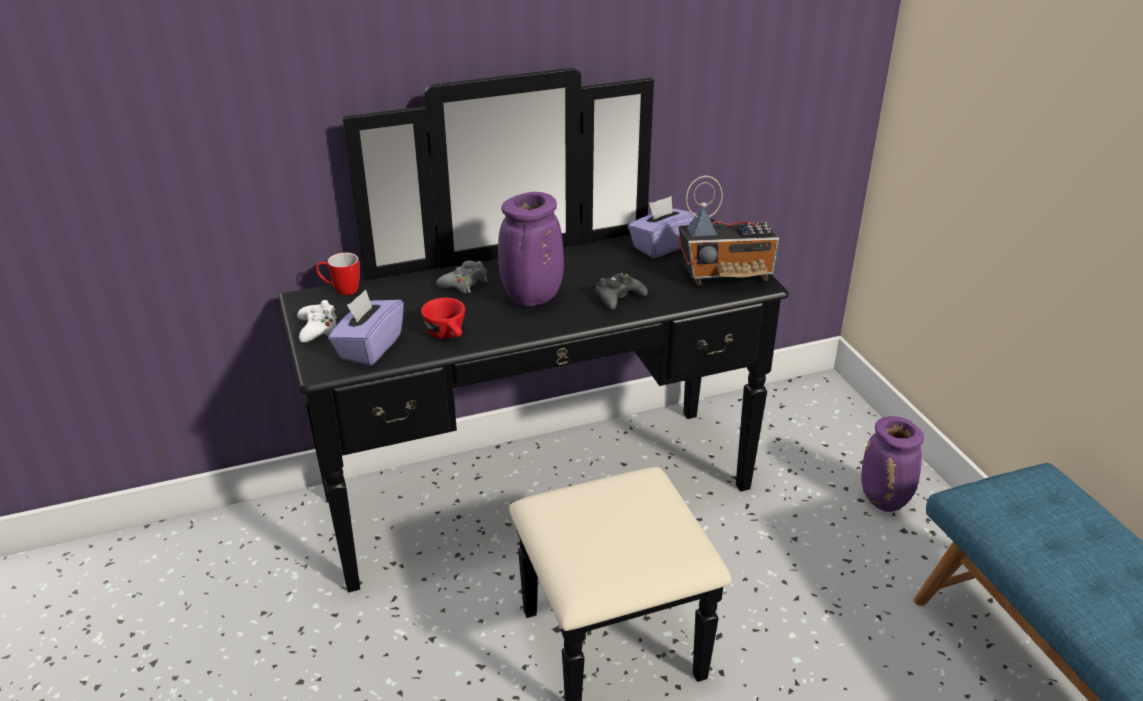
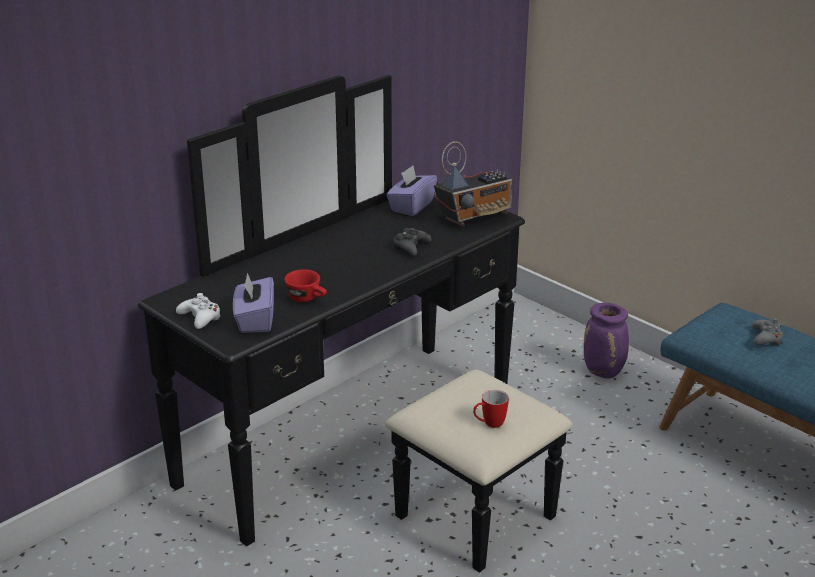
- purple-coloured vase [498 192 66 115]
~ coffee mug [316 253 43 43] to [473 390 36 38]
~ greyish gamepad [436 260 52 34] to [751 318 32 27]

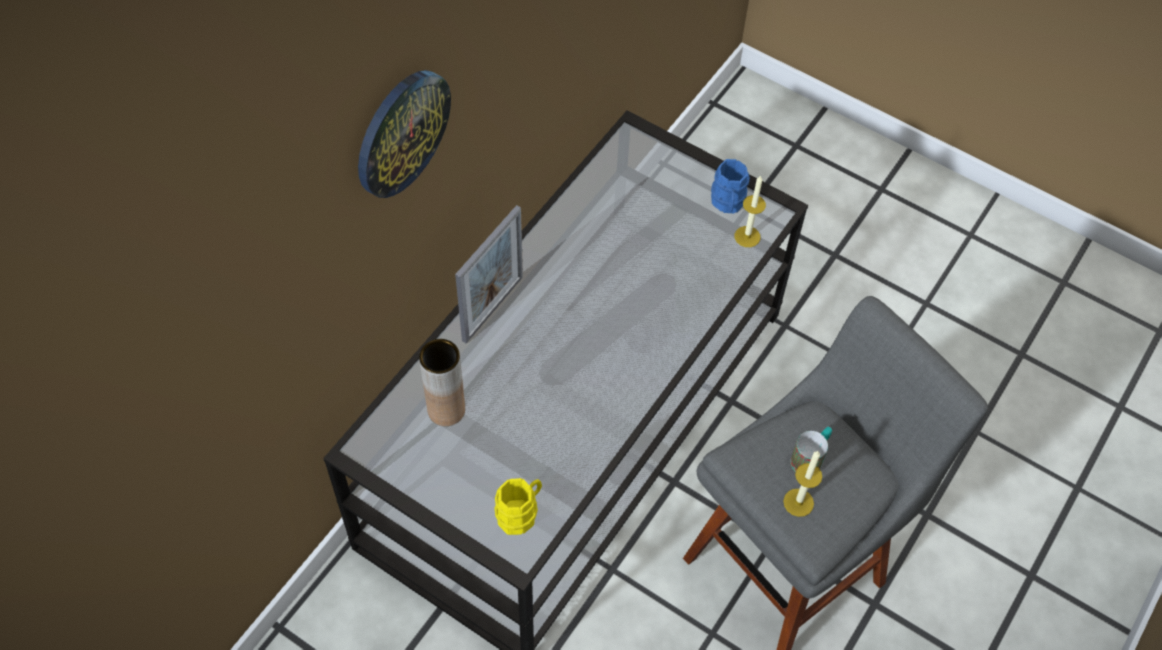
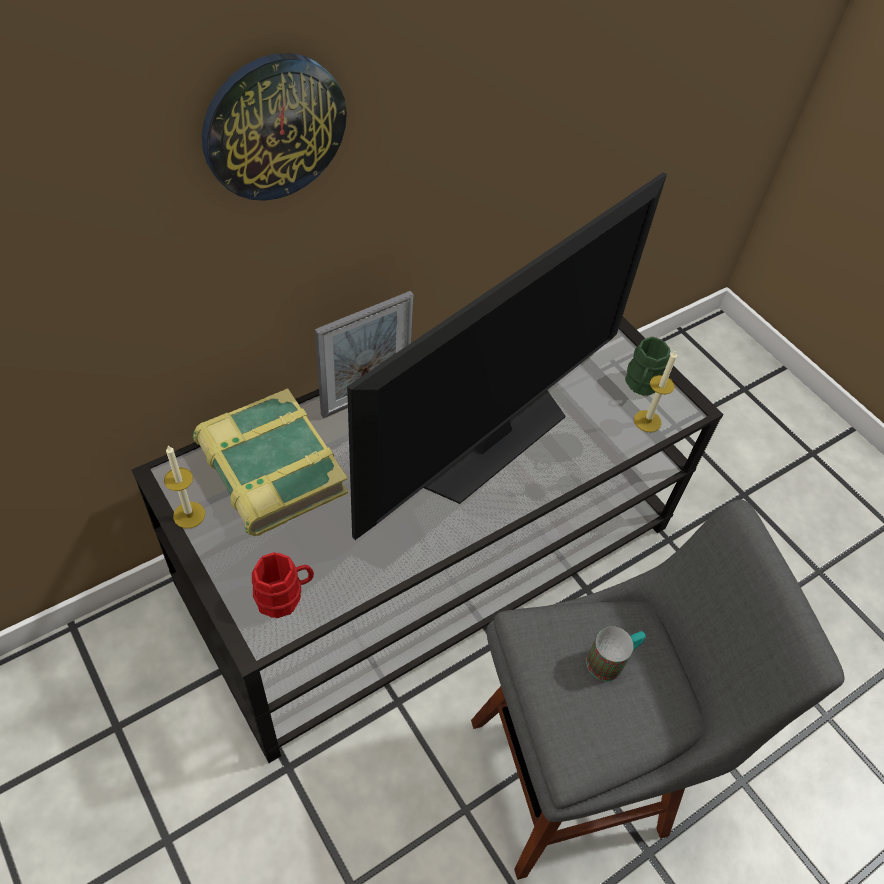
~ blue-coloured coffee mug [711 159 39 54] to green coffee mug [625 337 45 59]
~ brown vase [419 339 46 87] to bound book [193 389 155 147]
~ wax candle [783 451 39 66] to [164 445 41 83]
~ yellow coffee mug [494 478 48 57] to reddish coffee mug [252 552 62 66]
+ television [347 172 320 368]

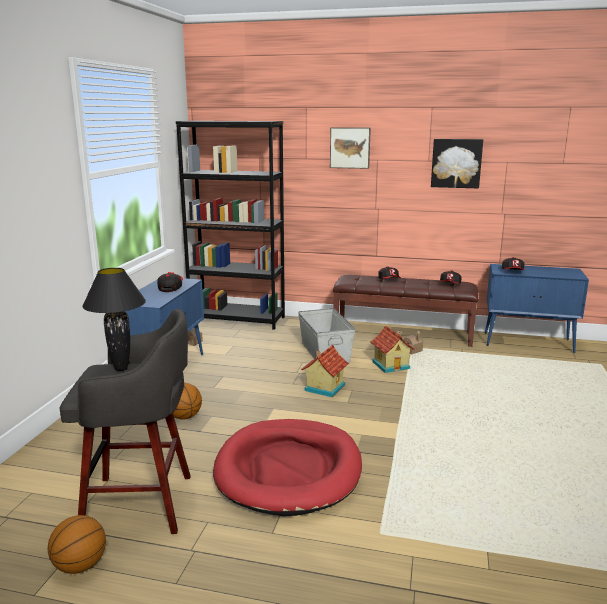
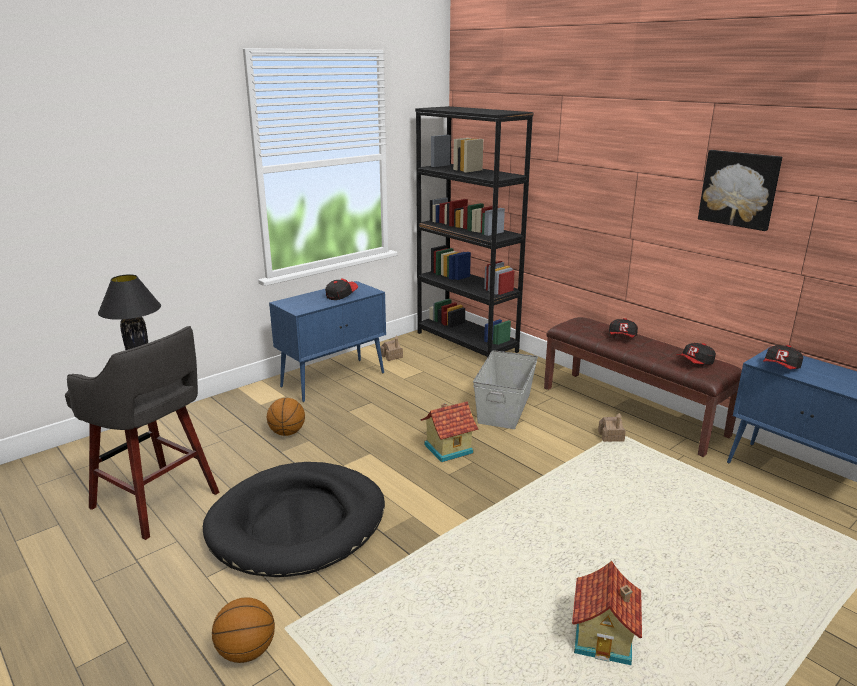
- wall art [330 127 41 42]
~ toy house [370 325 45 48] to [572 561 70 104]
~ reddish pet bed [213 419 149 97] to black-coloured pet bed [203 462 182 115]
~ basketball ball [48 515 58 59] to [212 597 63 66]

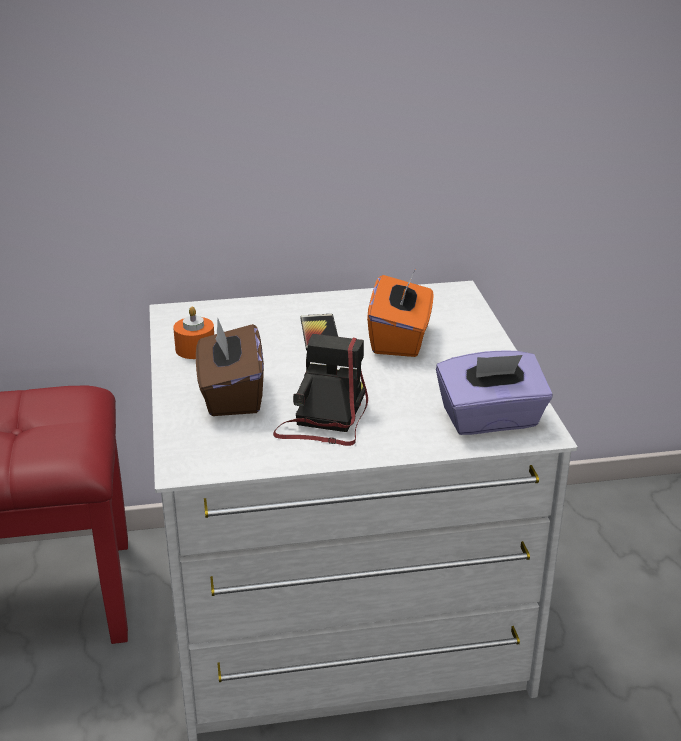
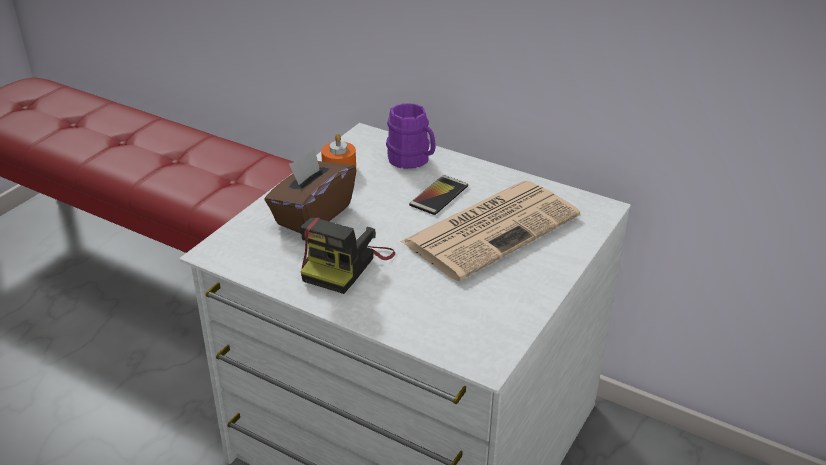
~ orange-coloured tissue box [367 272 67 85] to newspaper [400 181 180 100]
~ photo camera [273 334 95 112] = [301 217 94 77] 150 degrees clockwise
- purple-coloured tissue box [436 351 117 84]
+ purple-coloured coffee mug [386 103 50 66]

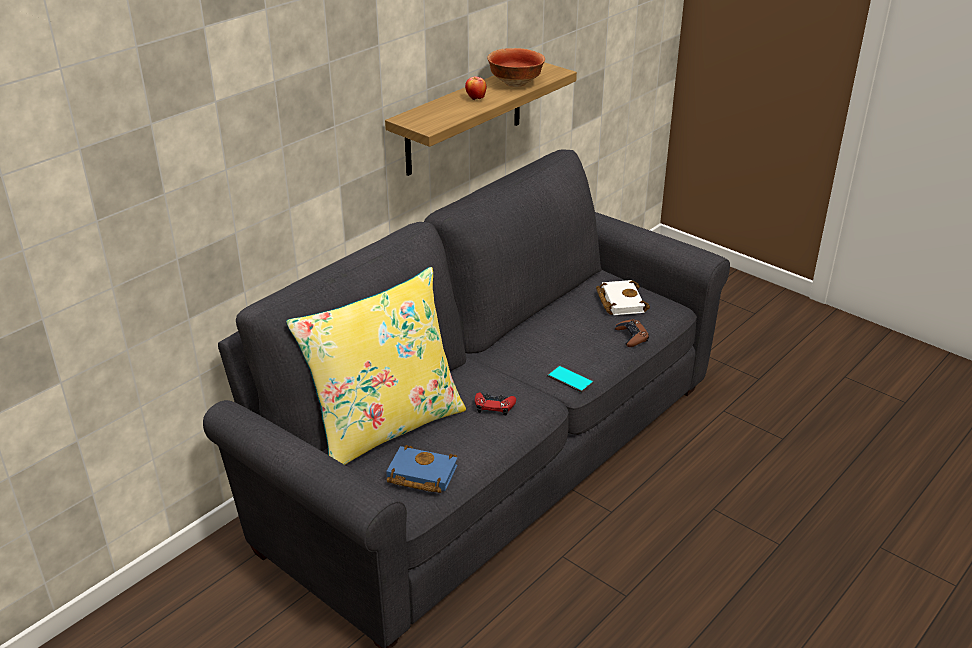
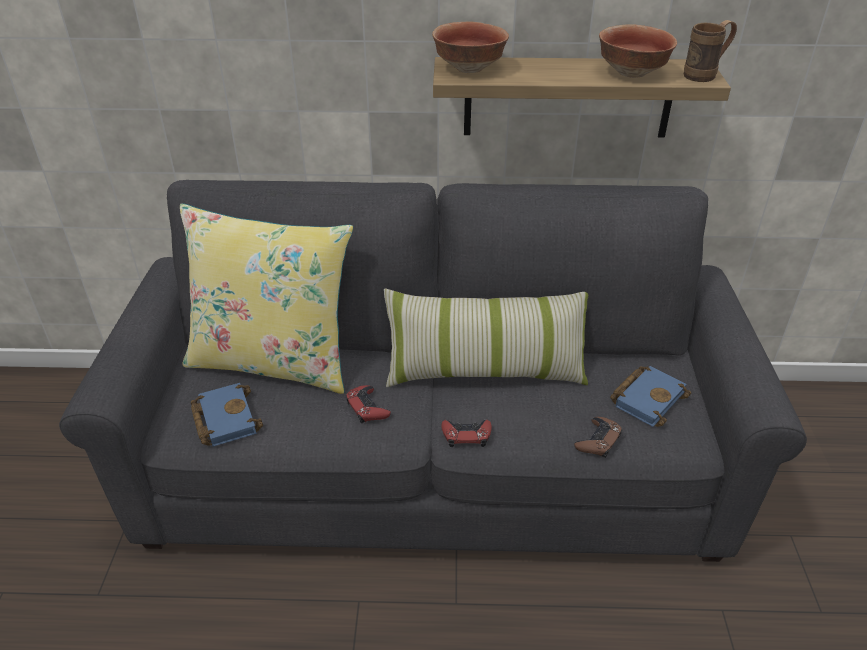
- apple [465 77 21 23]
~ white-coloured bound book [596 280 54 35] to blue-coloured bound book [610 366 81 61]
~ handset [547 365 47 28] to reddish gamepad [441 420 51 27]
+ brown coffee mug [684 20 53 62]
+ bowl [432 21 77 52]
+ pillow [384 289 204 98]

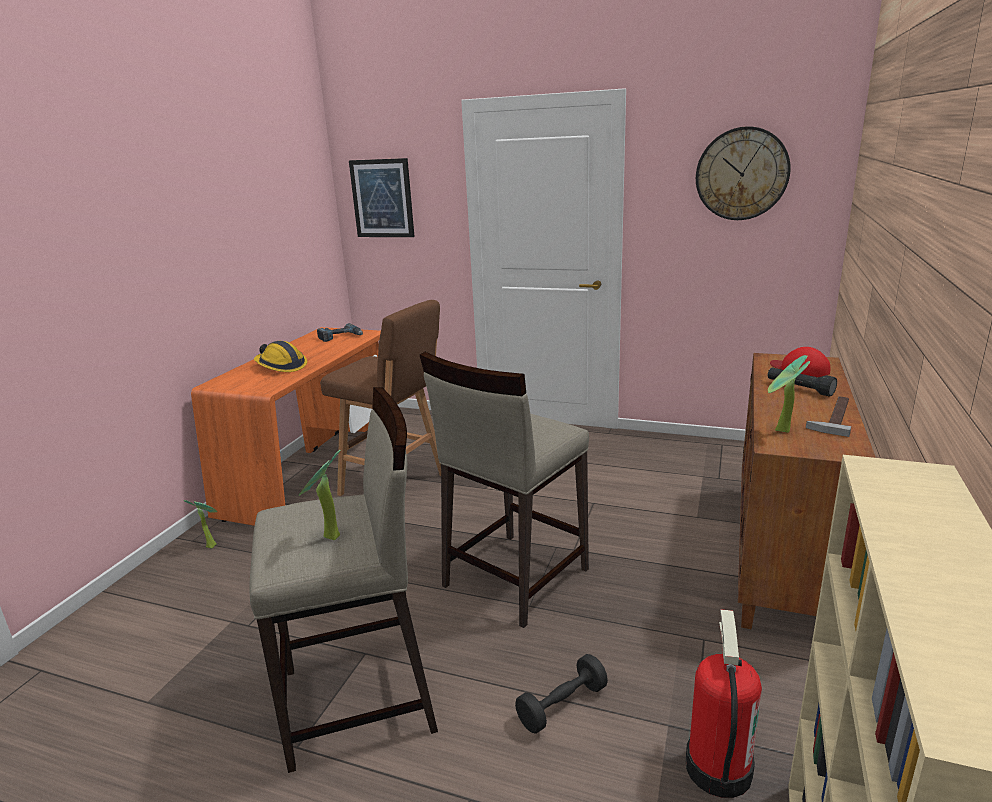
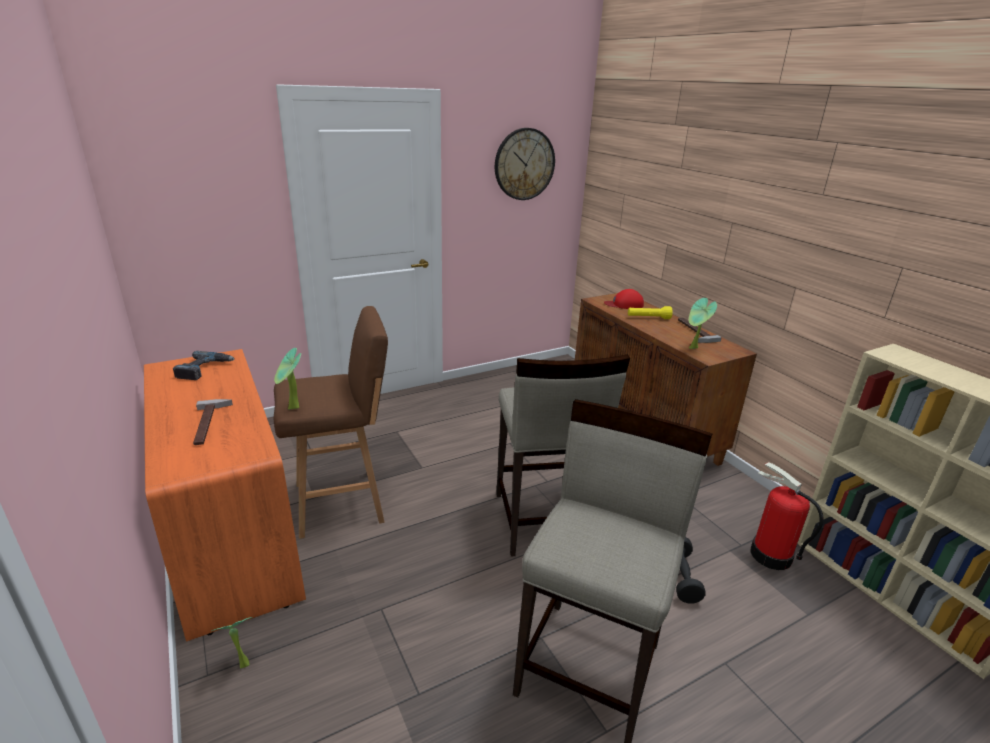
- wall art [349 158 66 79]
~ work helmet [254 341 53 31] to hammer [193 399 40 46]
~ black-coloured torch [768 367 69 30] to yellow torch [628 306 45 13]
~ houseplant [299 450 42 90] to [274 348 27 62]

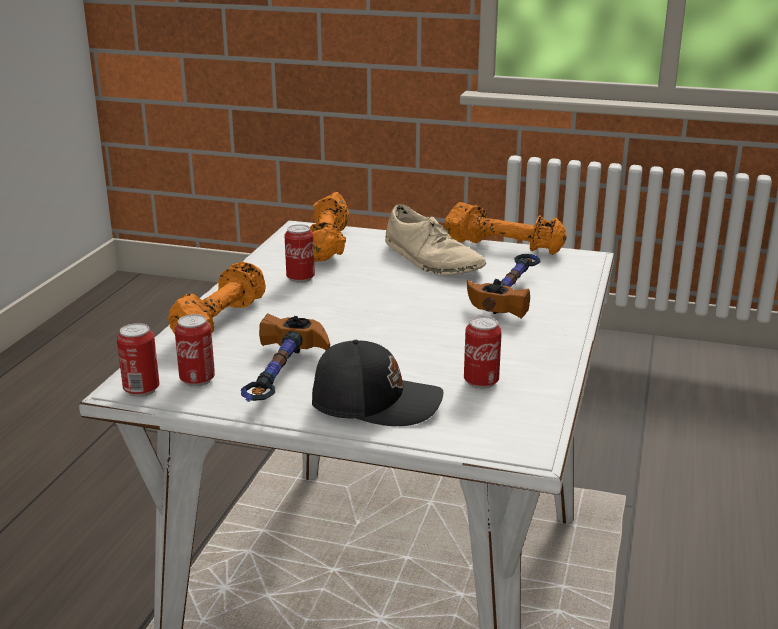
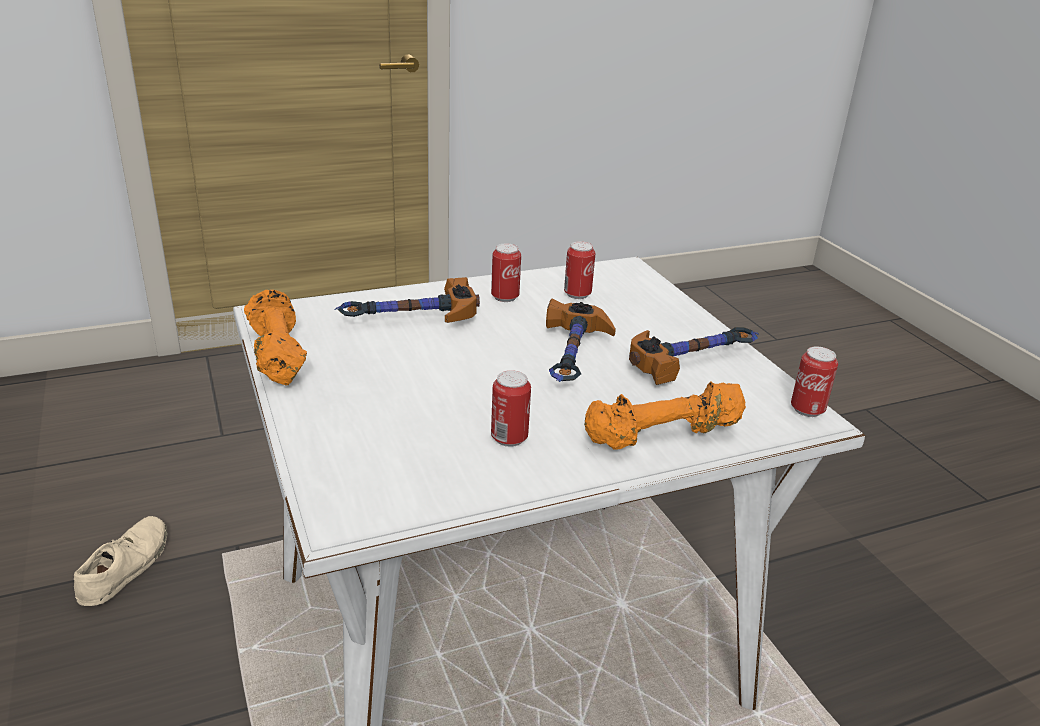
- orange-coloured hand weight [310 192 39 70]
~ beige-coloured item of footwear [385 204 101 71] to [74 516 93 90]
~ sealed can [175 314 40 73] to [491 243 30 59]
- black-coloured baseball cap [312 340 131 86]
+ hammer [546 299 70 83]

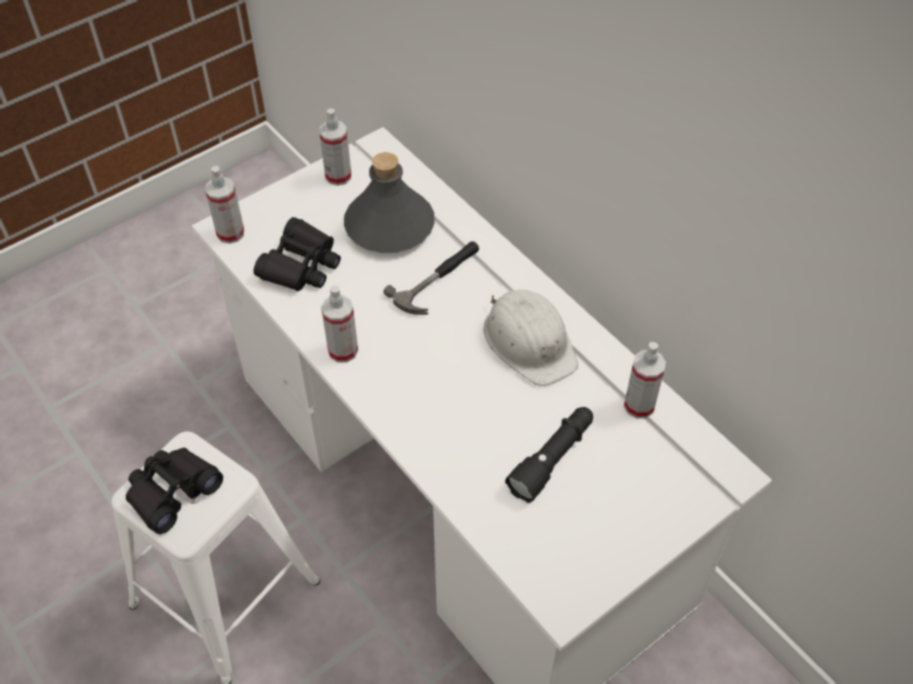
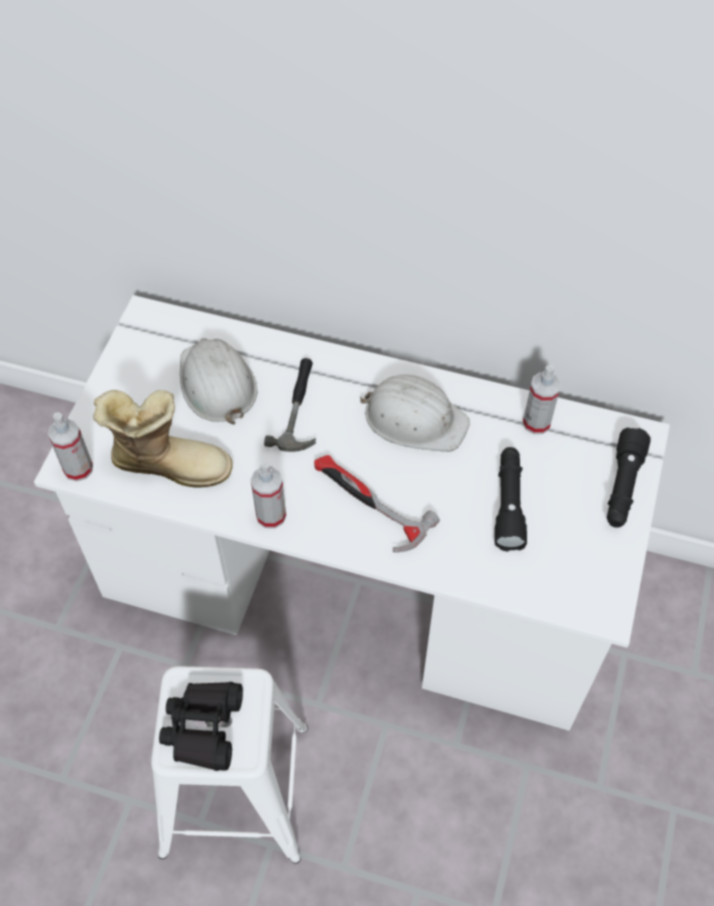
- hand sprayer [319 109 33 77]
~ greyish bottle [344 152 91 101] to white-coloured work helmet [180 338 77 86]
~ black-coloured binoculars [254 217 87 74] to high-top boot [93 390 140 97]
+ black-coloured torch [607 427 44 101]
+ hammer [314 455 126 97]

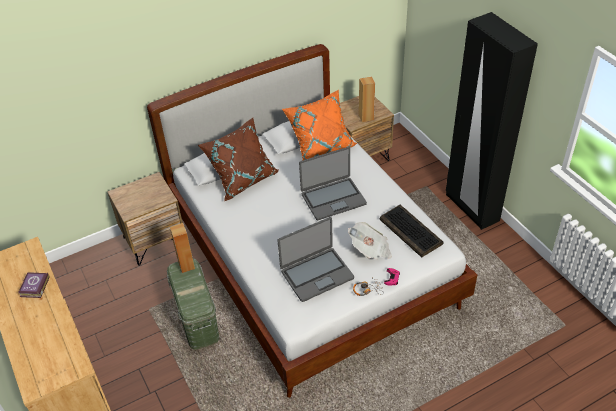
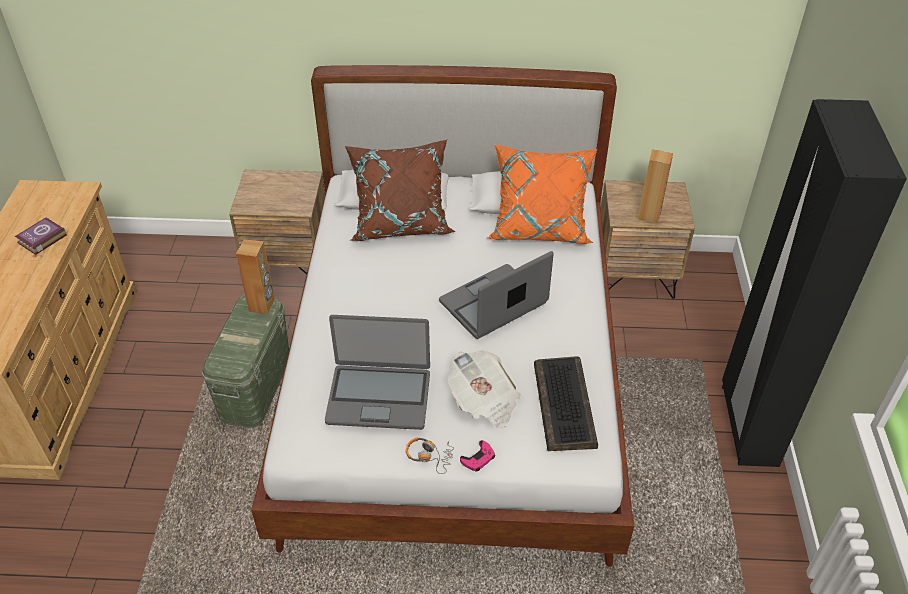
~ notebook computer [299 147 68 73] = [439 251 115 88] 135 degrees clockwise

